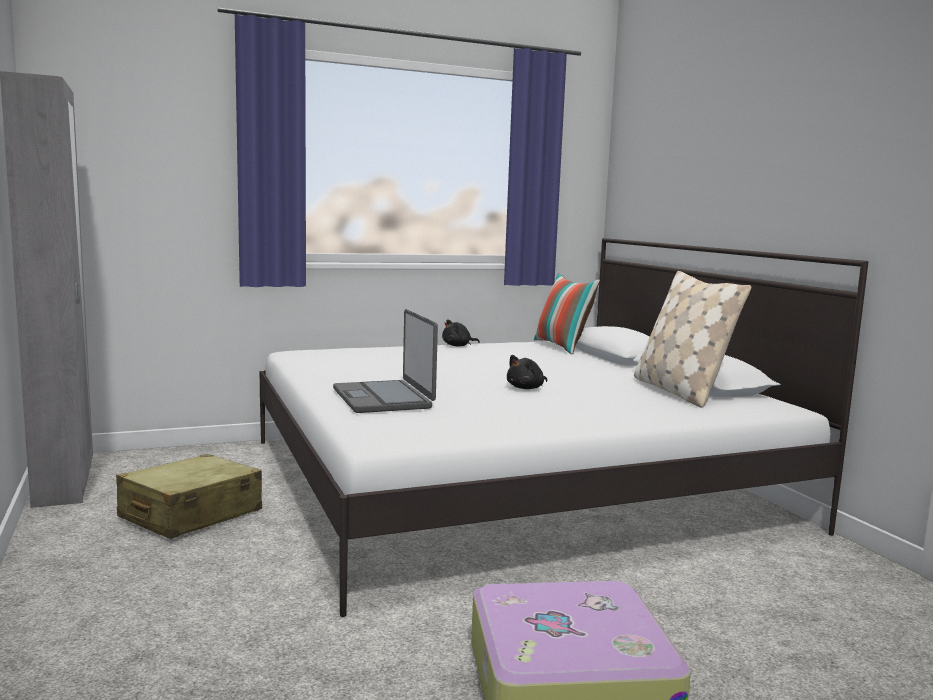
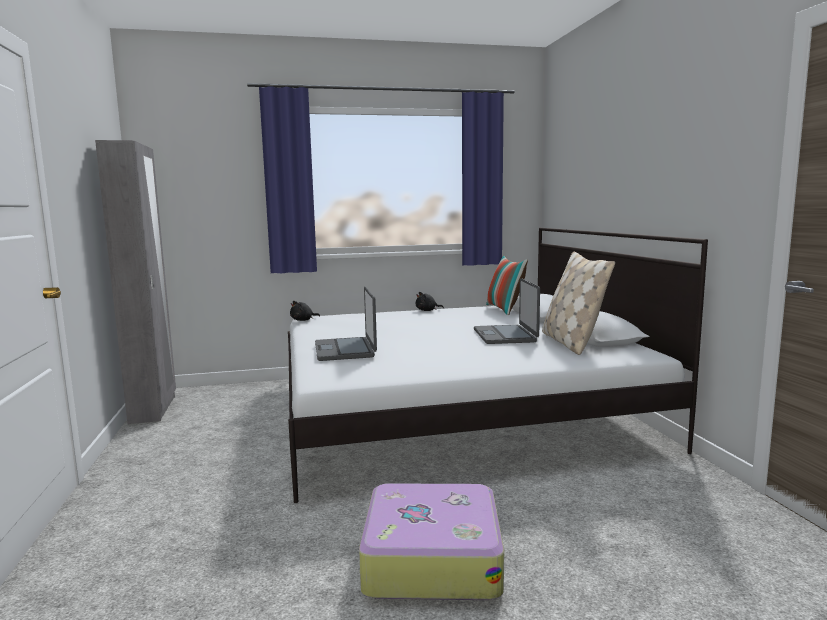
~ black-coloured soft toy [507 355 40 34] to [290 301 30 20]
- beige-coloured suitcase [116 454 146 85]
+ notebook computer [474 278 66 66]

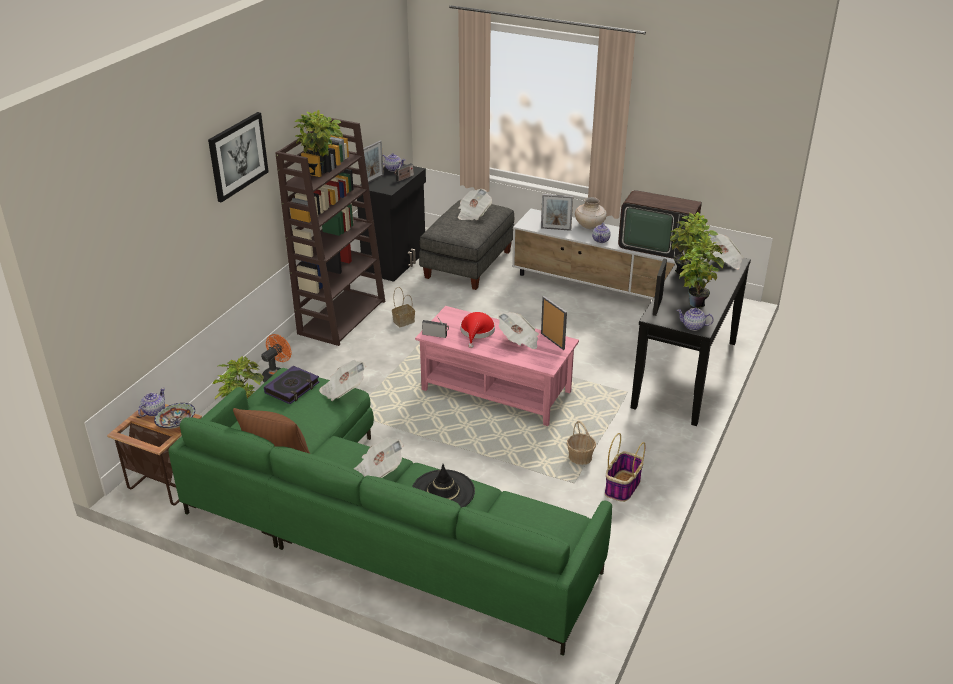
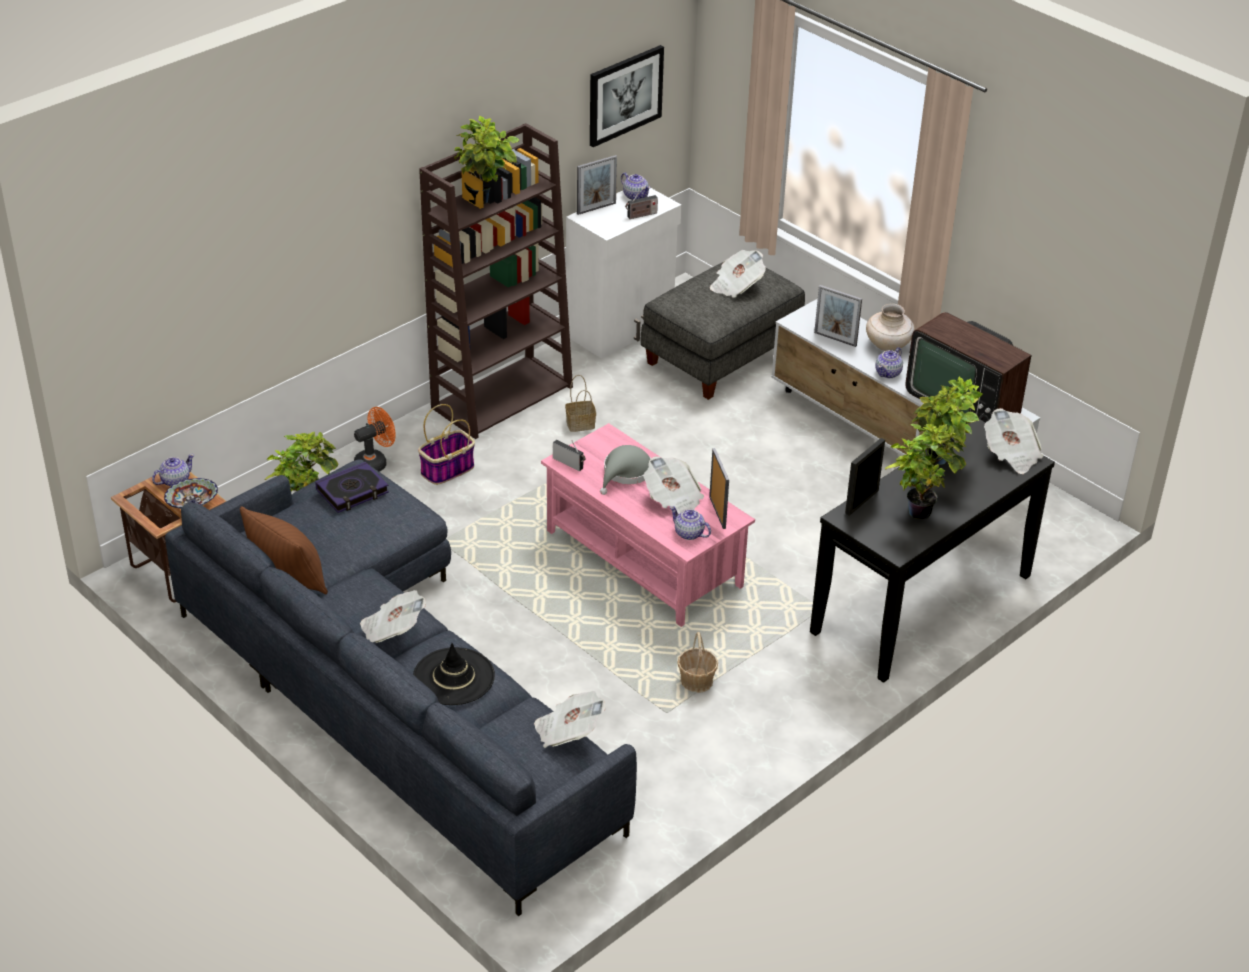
~ wall art [208 112 61 91] to [590 45 74 102]
~ black-coloured cabinet [357 164 69 118] to white-coloured cabinet [566 188 115 171]
~ teapot [677 308 37 23] to [670 506 41 34]
~ reddish wearable hat [460 312 35 36] to greyish wearable hat [600 445 51 50]
~ newspaper [319 360 47 41] to [534 691 72 57]
~ green sofa [168 368 444 288] to greyish sofa [165 459 472 457]
~ household basket [605 433 41 69] to [418 404 57 81]

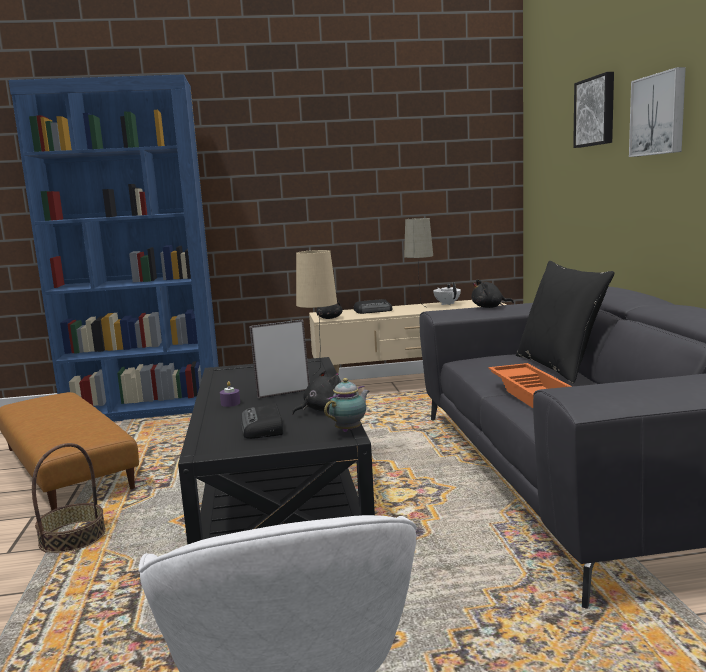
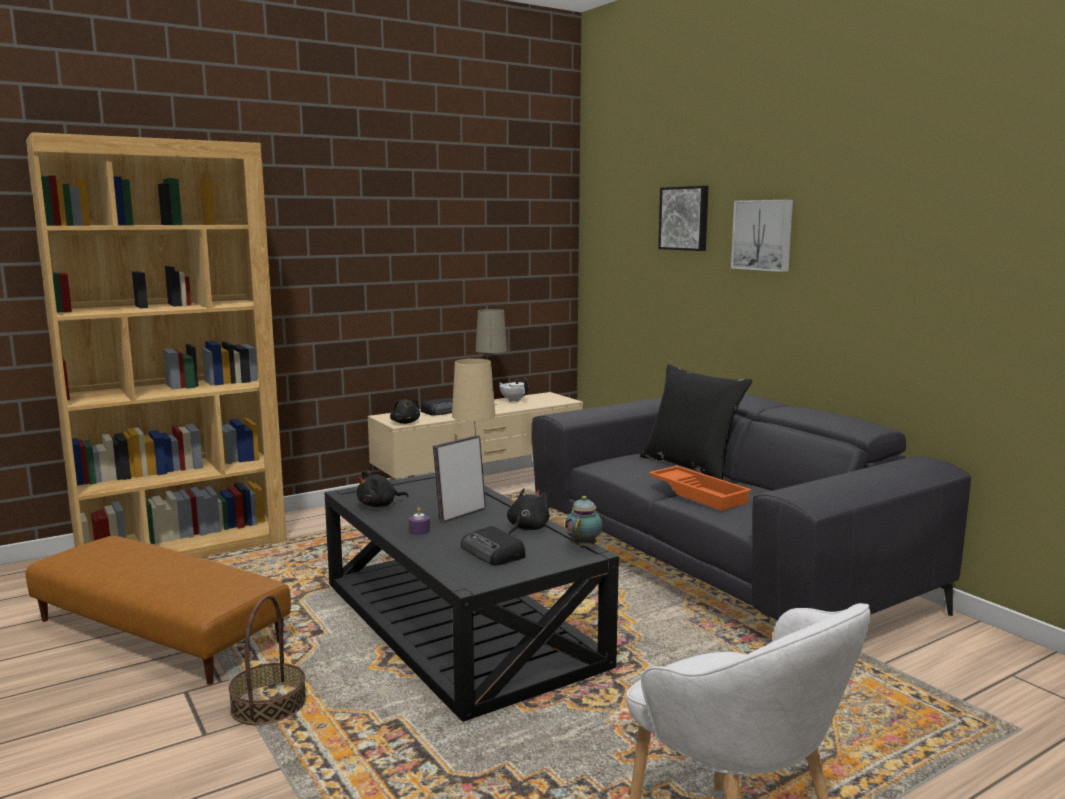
~ blue-coloured bookcase [8 74 211 348] to brown bookcase [26 132 260 426]
~ black-coloured soft toy [472 280 42 28] to [357 471 52 36]

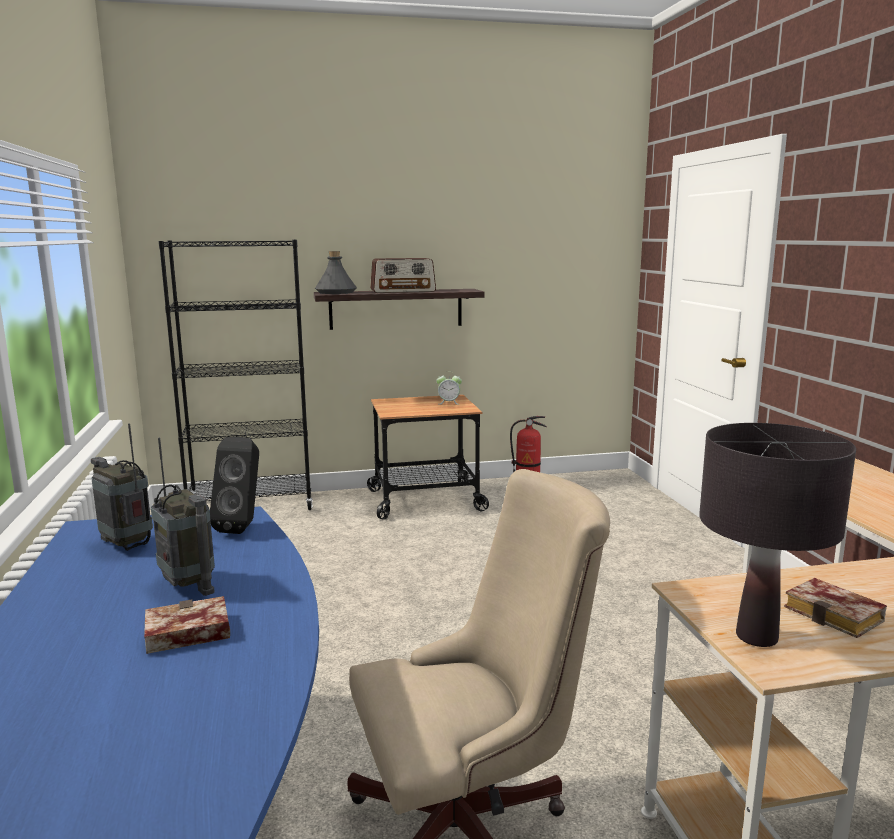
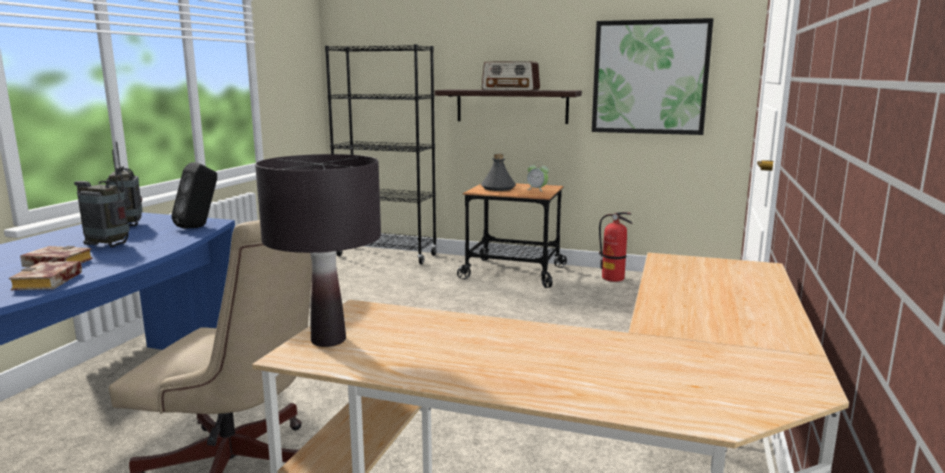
~ greyish bottle [315 251 42 43] to [481 153 35 38]
~ radio [151 437 64 159] = [74 150 56 98] 120 degrees clockwise
~ bound book [784 578 103 60] to [9 261 73 29]
+ wall art [592 18 122 117]

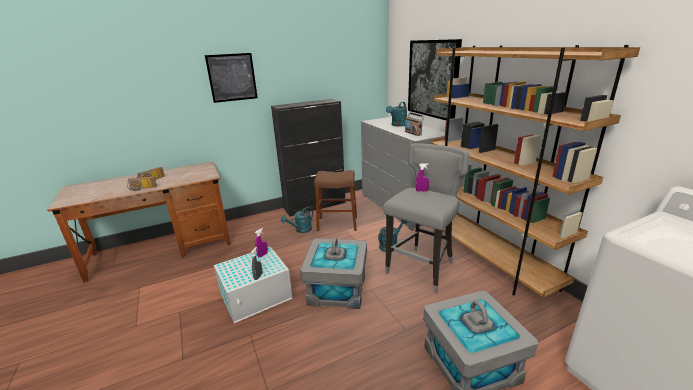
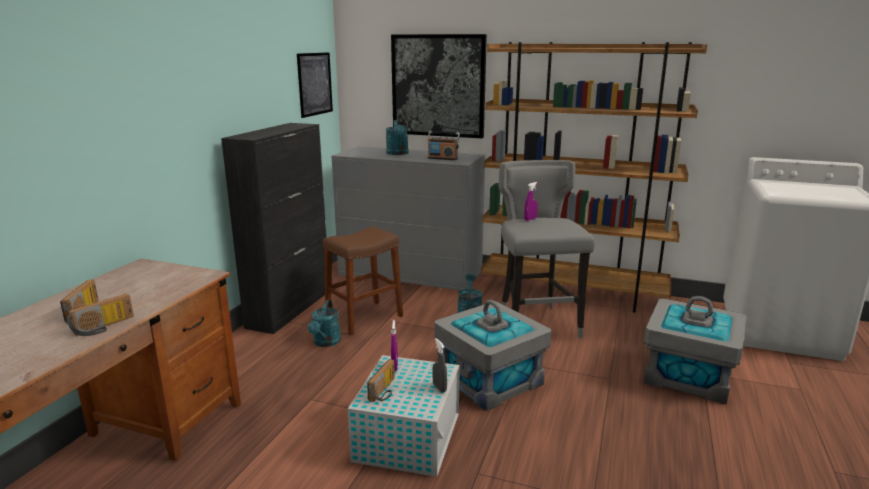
~ wall art [205 53 53 50] to [297 52 36 66]
+ radio [367 359 28 43]

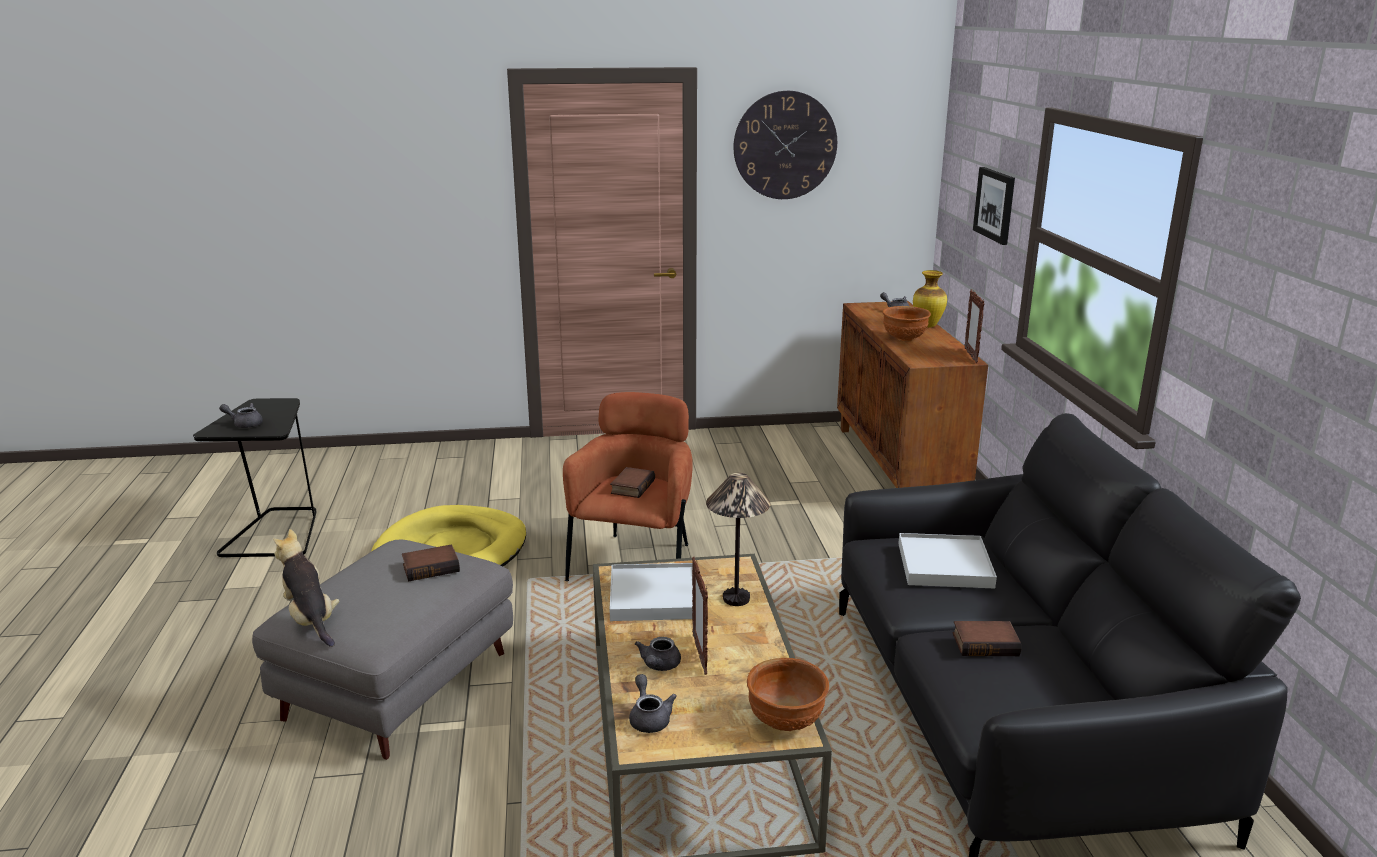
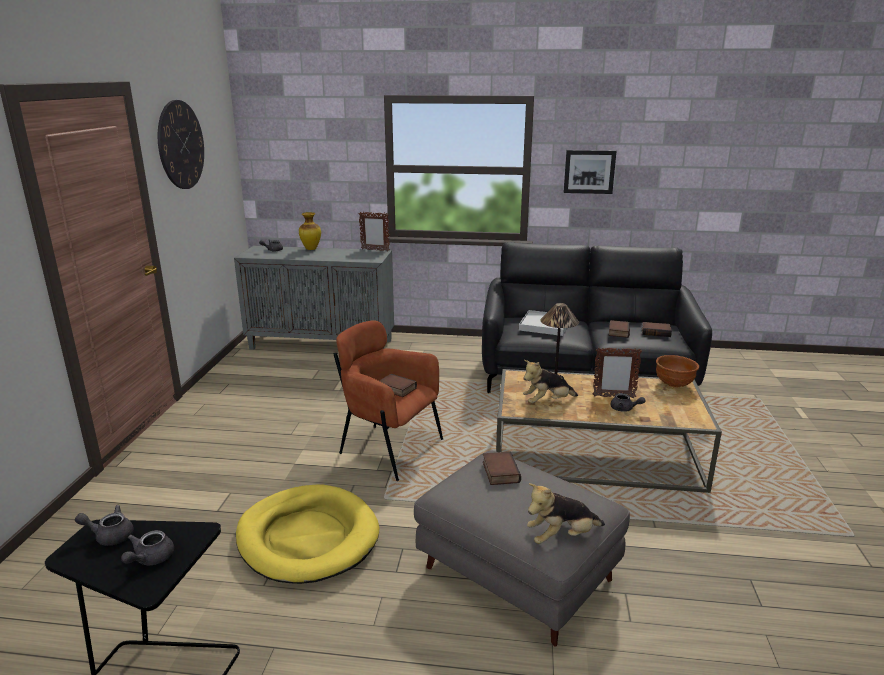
~ wall art [973 167 42 78] to [564 150 52 44]
~ brown cabinet [837 301 151 187] to greyish cabinet [234 246 160 104]
- brown bowl [883 306 48 35]
~ white-coloured serving tray [610 563 83 58] to soft toy [523 360 55 43]
~ greyish teapot [629 674 48 59] to [75 505 59 41]
+ bound book [642 322 30 15]

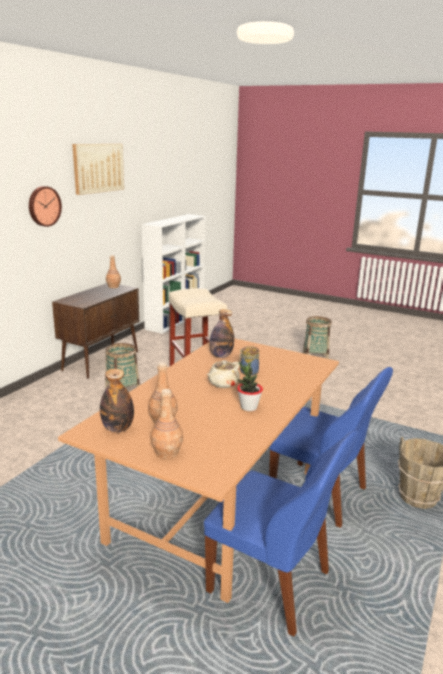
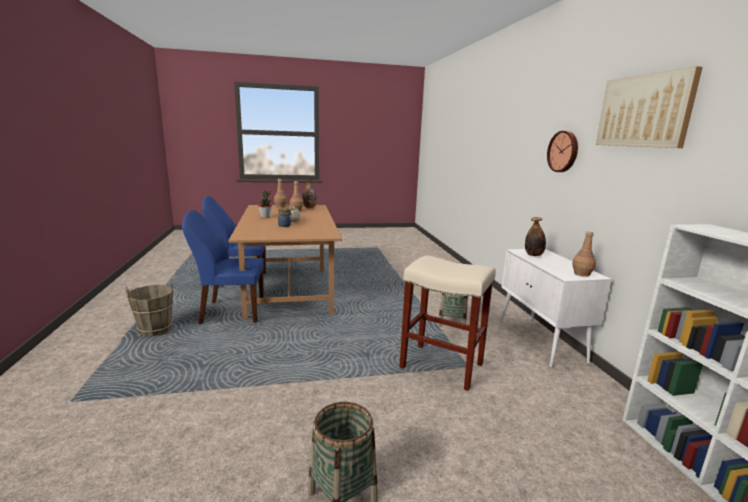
~ brown cabinet [52 283 87 96] to white-coloured cabinet [500 249 112 119]
~ bottle [209 309 25 49] to [525 217 21 39]

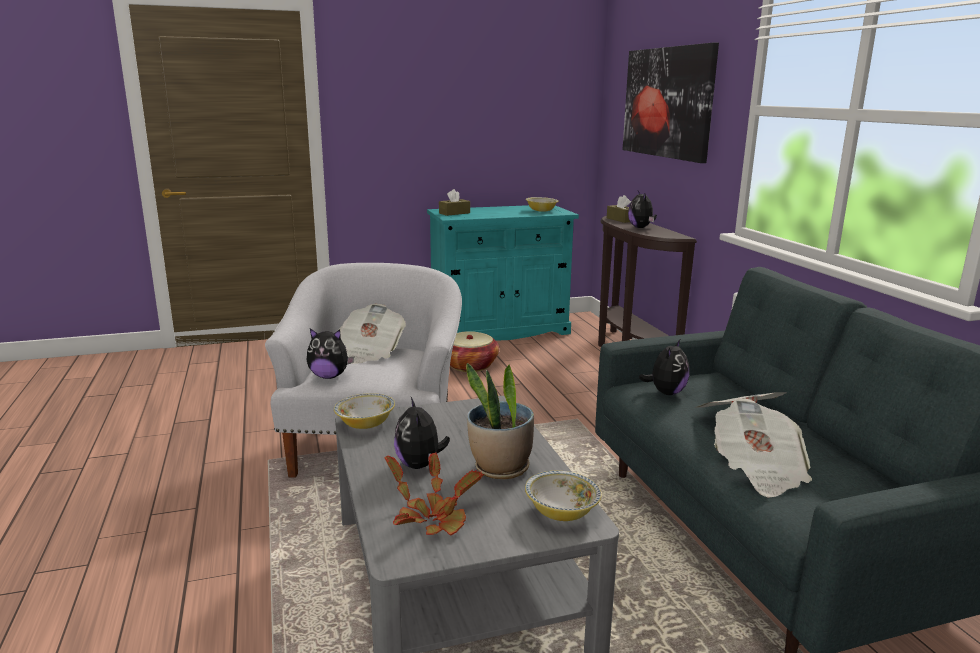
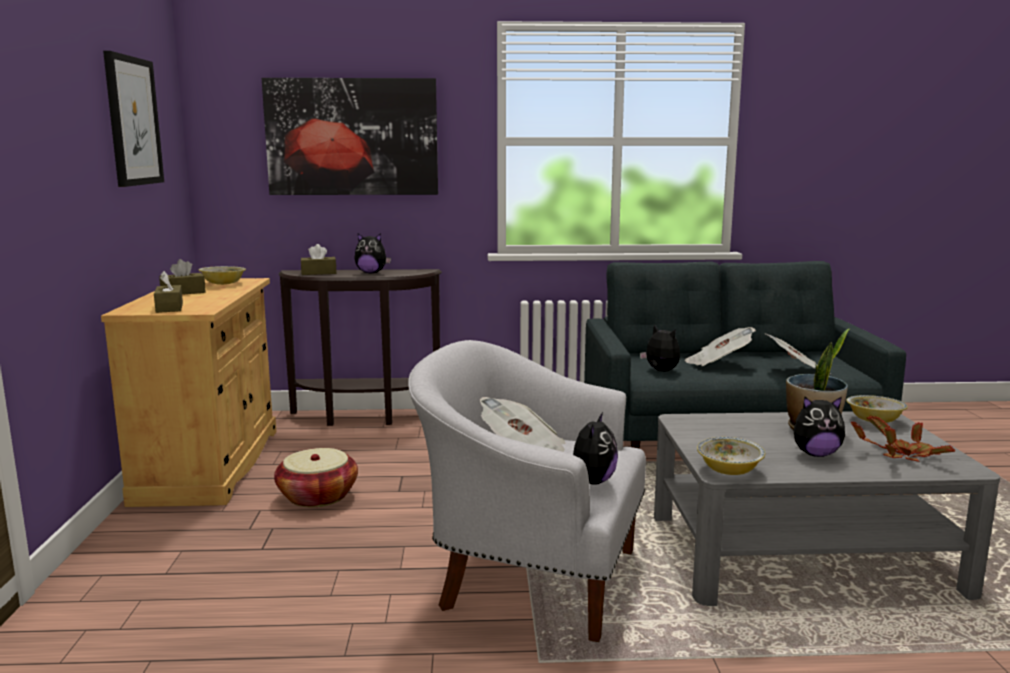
~ turquoise-coloured cabinet [427 205 152 136] to beige-coloured cabinet [101 278 175 229]
+ wall art [103 51 61 136]
+ brown tissue box [159 259 47 36]

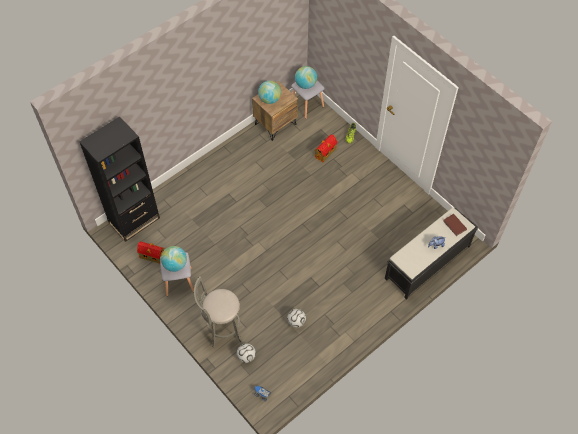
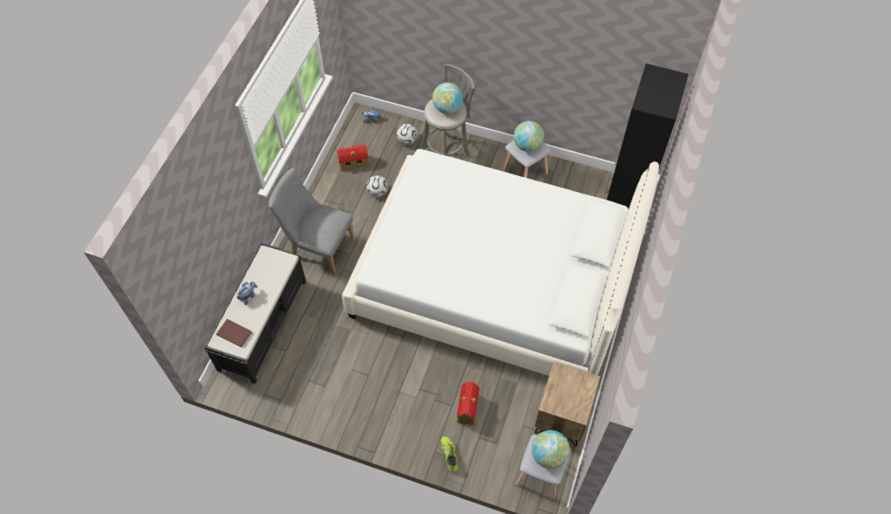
~ desk globe [258 81 23 23] to [432 82 31 32]
~ toy house [137 242 28 22] to [337 144 32 27]
+ white-coloured bed [342 149 317 227]
+ greyish chair [268 168 87 107]

